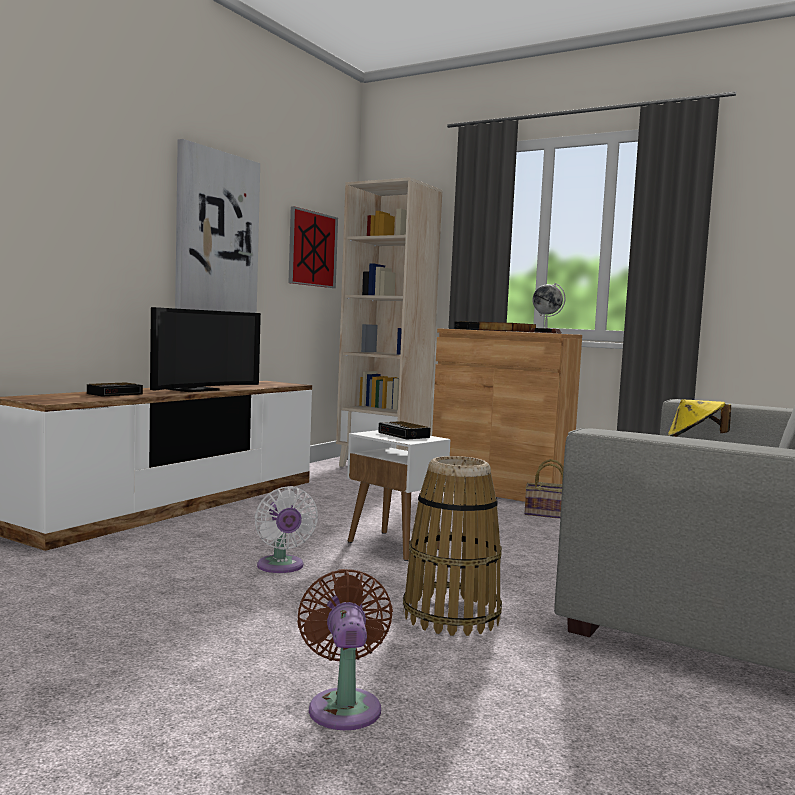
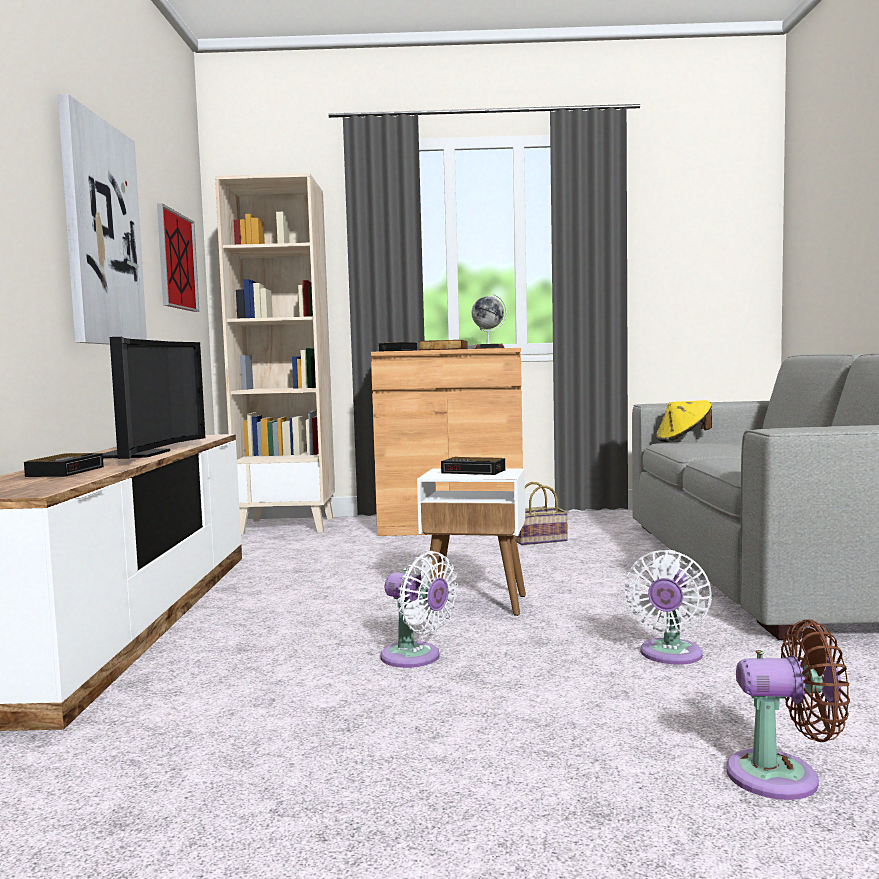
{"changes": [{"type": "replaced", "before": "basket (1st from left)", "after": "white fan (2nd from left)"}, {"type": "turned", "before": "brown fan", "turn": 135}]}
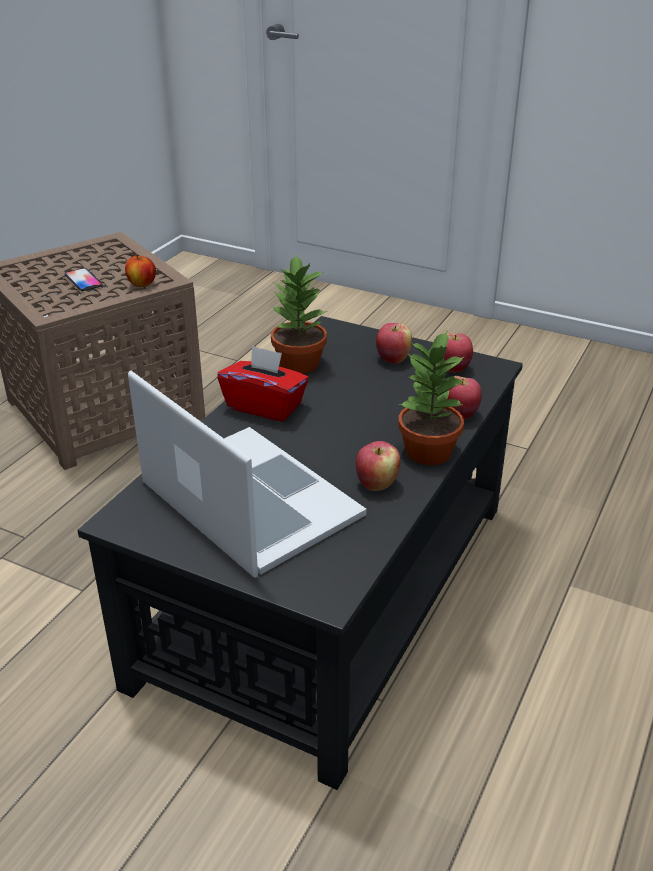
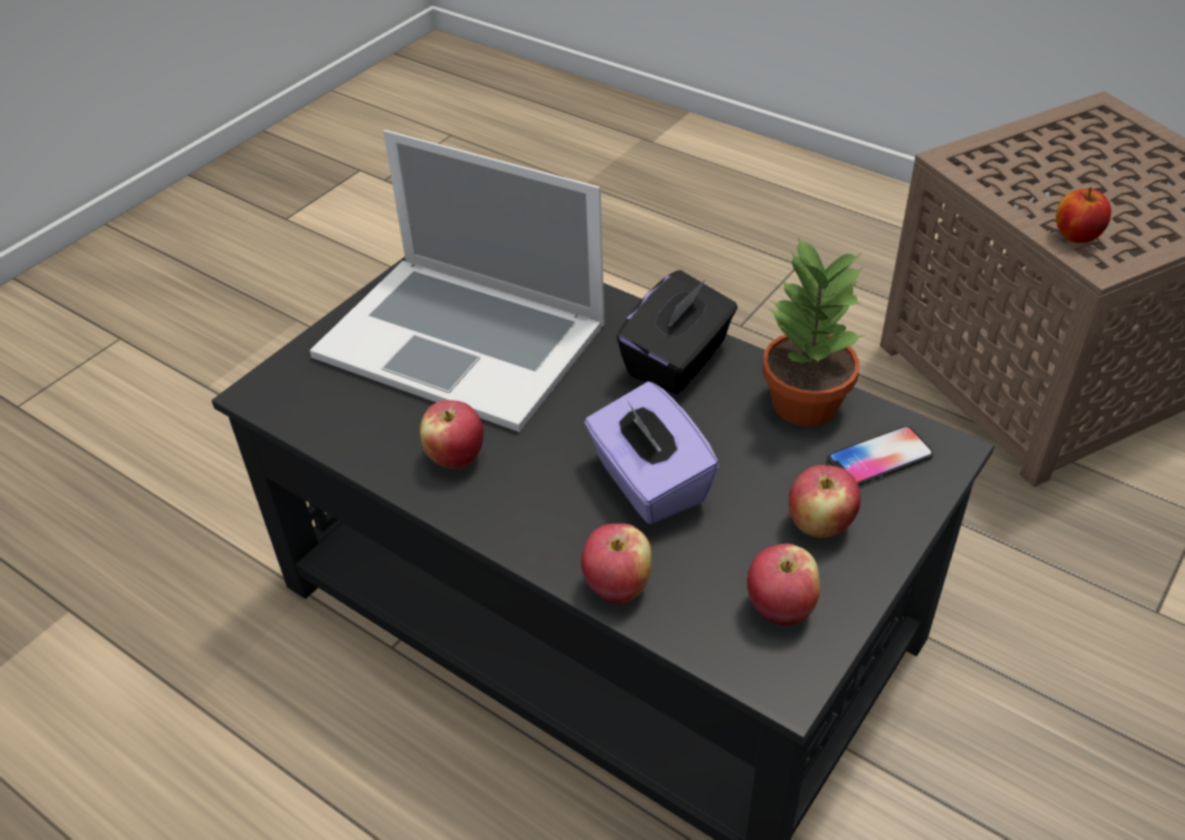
{"changes": [{"type": "turned", "before": "laptop", "turn": 60}, {"type": "added", "after": "purple tissue box"}, {"type": "recoloured", "before": "red tissue box", "after": "black tissue box"}, {"type": "moved", "before": "phone"}, {"type": "removed", "before": "potted plant (2nd from left)"}]}
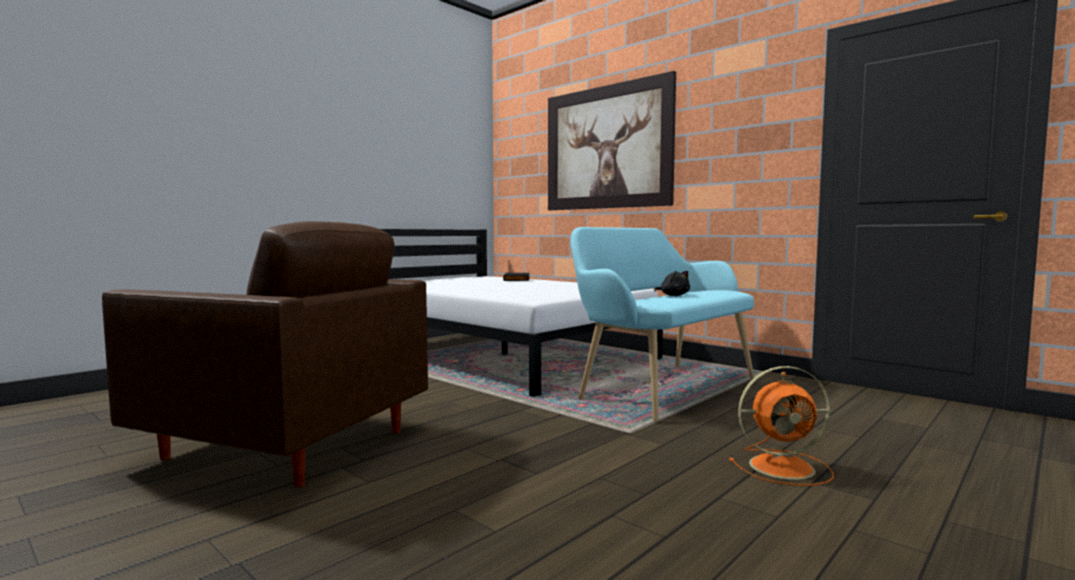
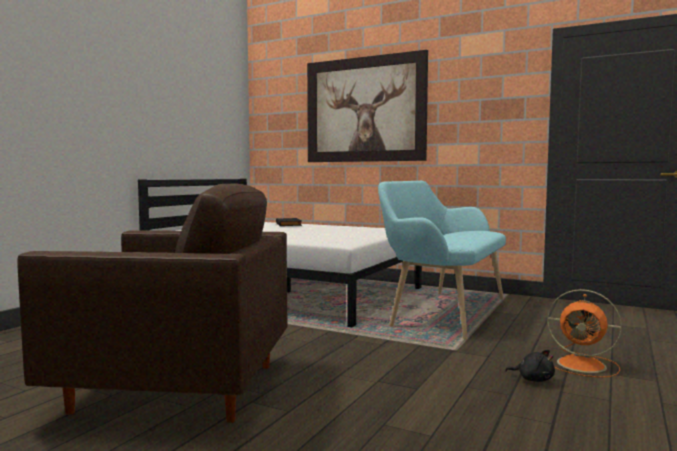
{"changes": [{"type": "moved", "before": "black plush toy"}, {"type": "turned", "before": "orange fan", "turn": 45}]}
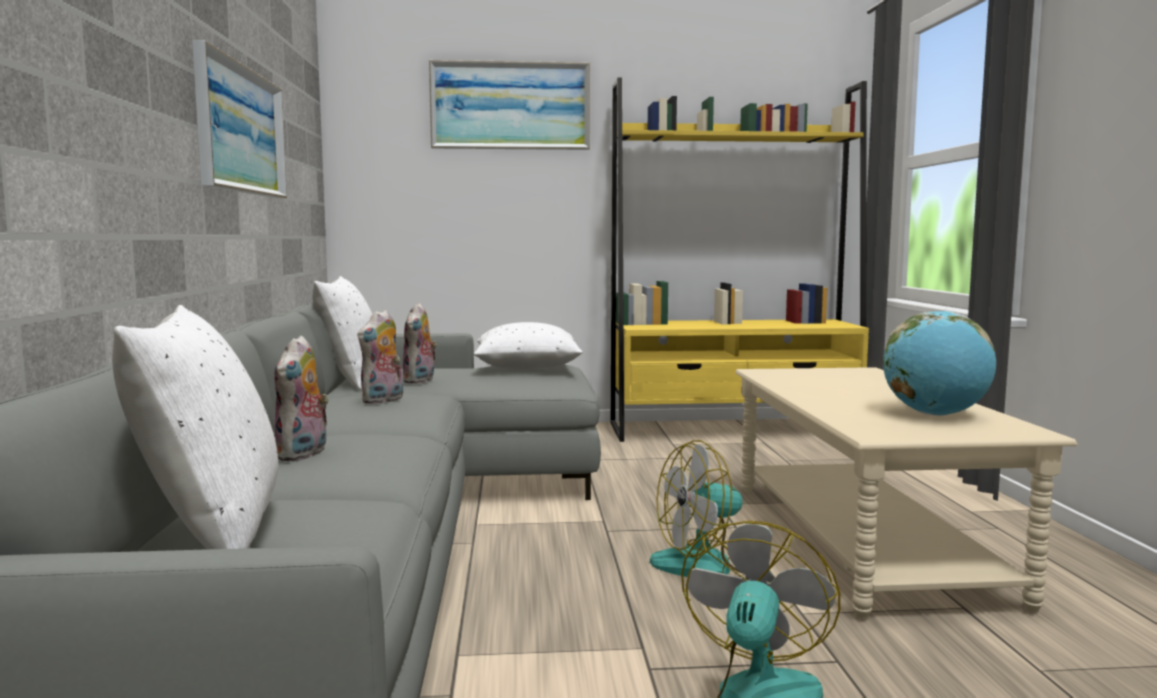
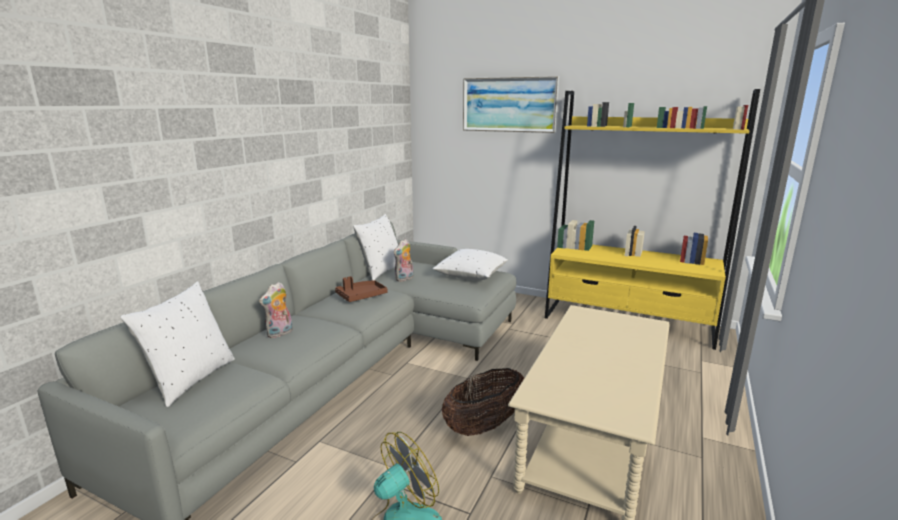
{"changes": [{"type": "replaced", "before": "plush toy (2nd from left)", "after": "brown tray"}, {"type": "replaced", "before": "fan (1st from left)", "after": "basket"}, {"type": "removed", "before": "picture (1st from left)"}, {"type": "removed", "before": "globe"}]}
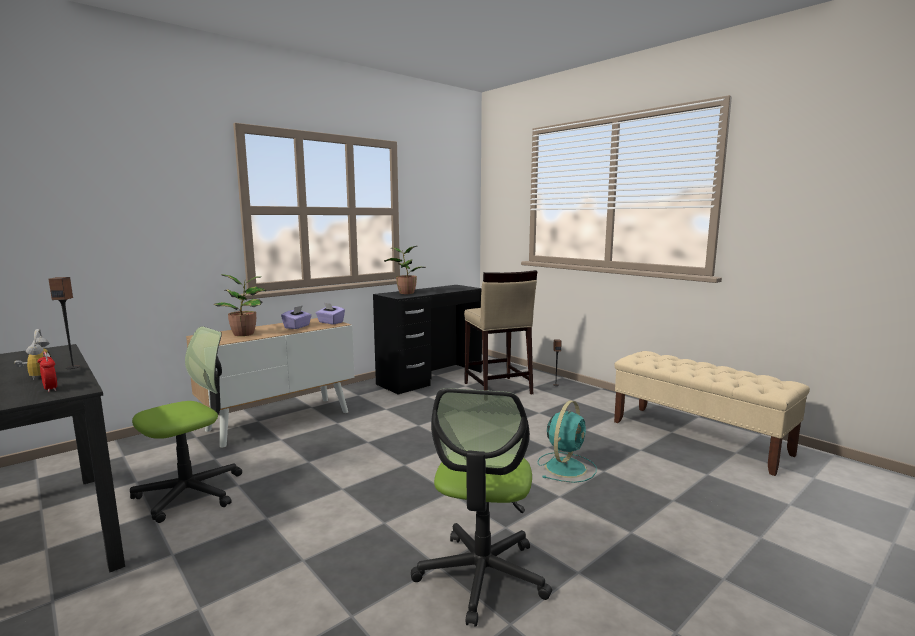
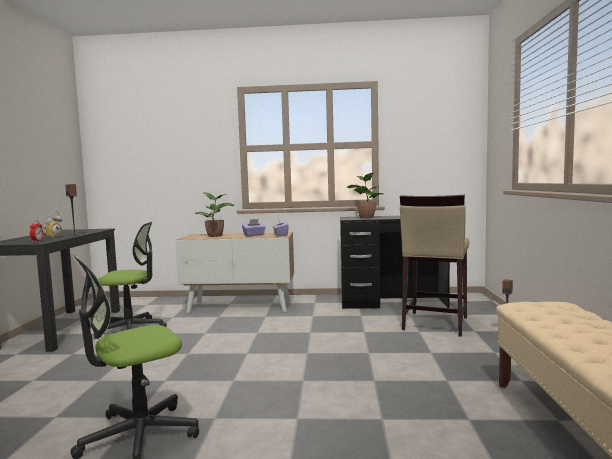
{"changes": [{"type": "removed", "before": "turquoise fan"}]}
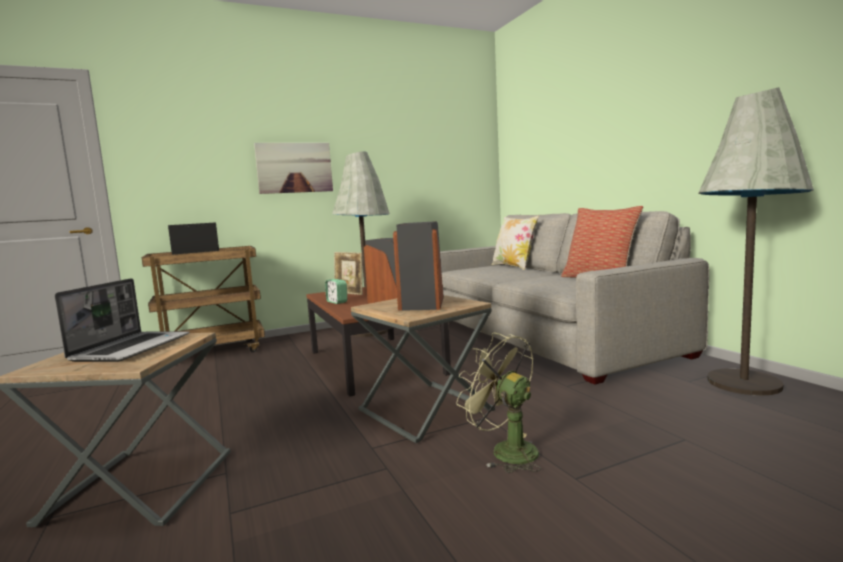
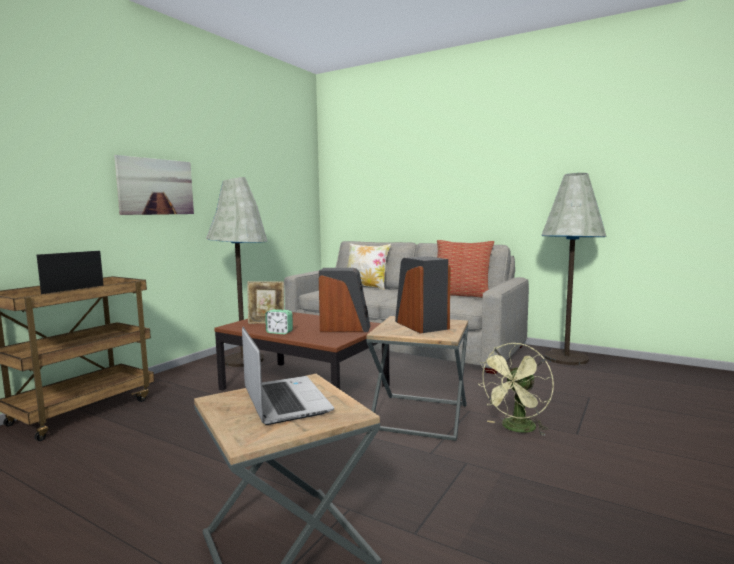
{"changes": [{"type": "turned", "before": "green fan", "turn": -60}]}
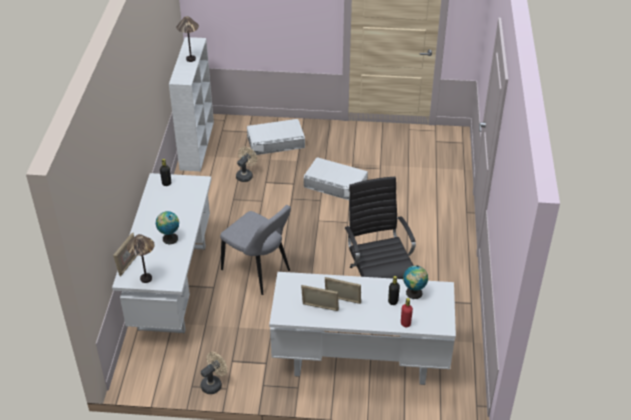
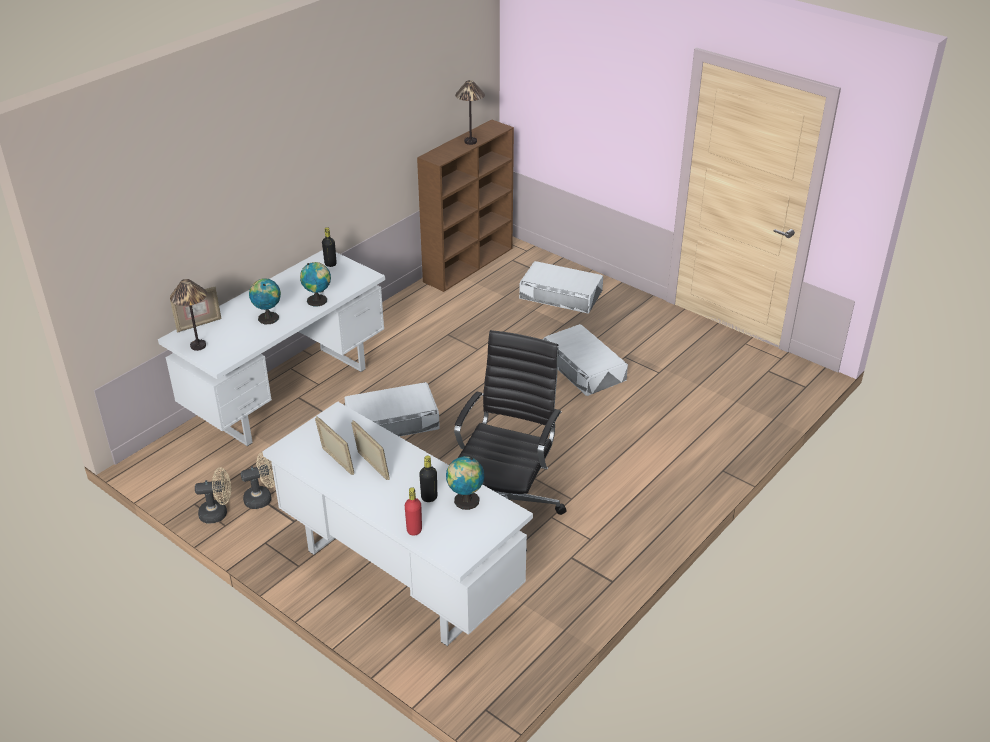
{"changes": [{"type": "moved", "before": "beige fan (2nd from left)"}, {"type": "added", "after": "globe (2nd from left)"}, {"type": "replaced", "before": "grey chair", "after": "white storage box (1st from left)"}, {"type": "recoloured", "before": "white bookcase", "after": "brown bookcase"}]}
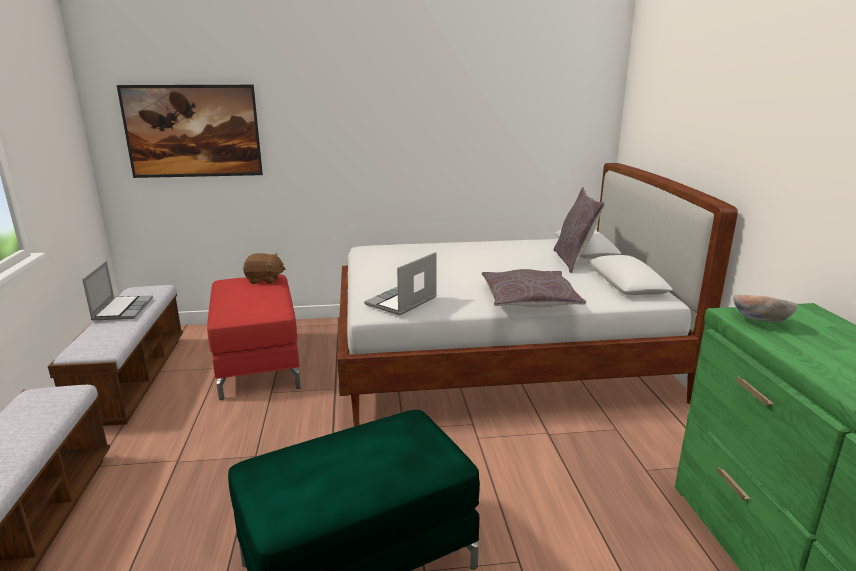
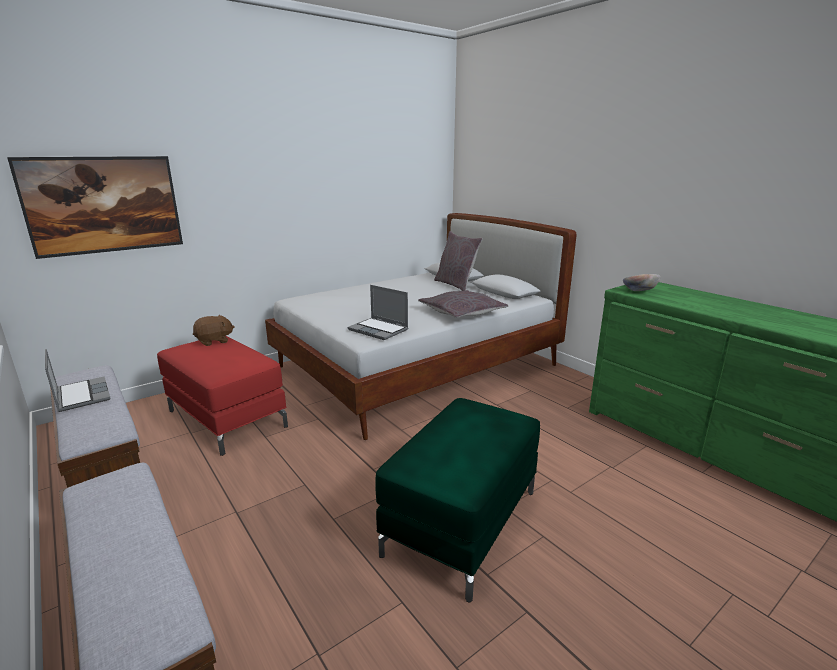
{"changes": [{"type": "turned", "before": "laptop (2nd from left)", "turn": -60}]}
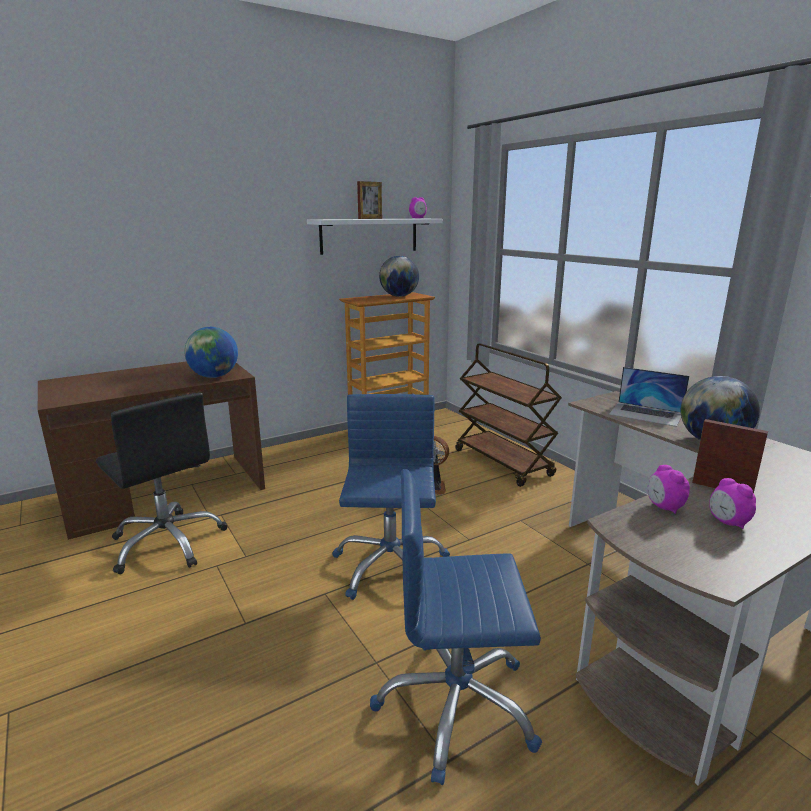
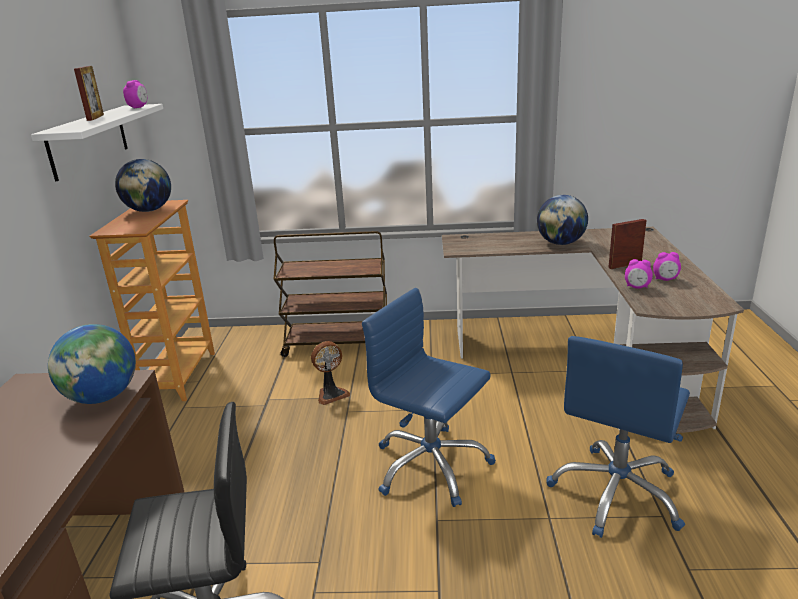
{"changes": [{"type": "removed", "before": "laptop"}]}
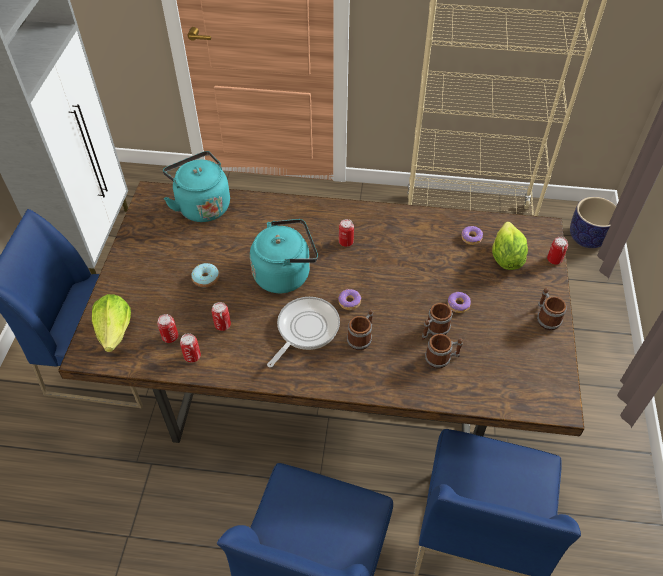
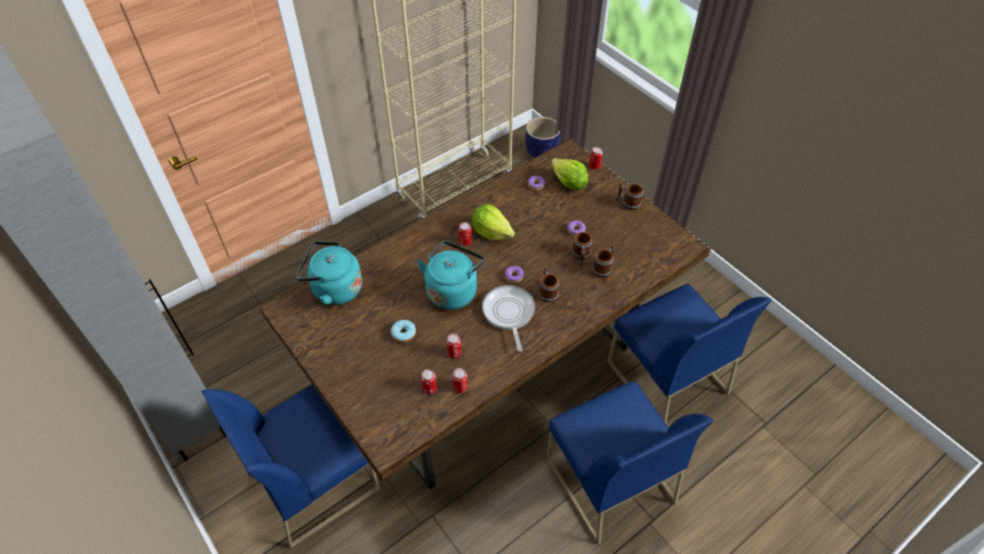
{"changes": [{"type": "moved", "before": "lettuce (1st from left)"}]}
